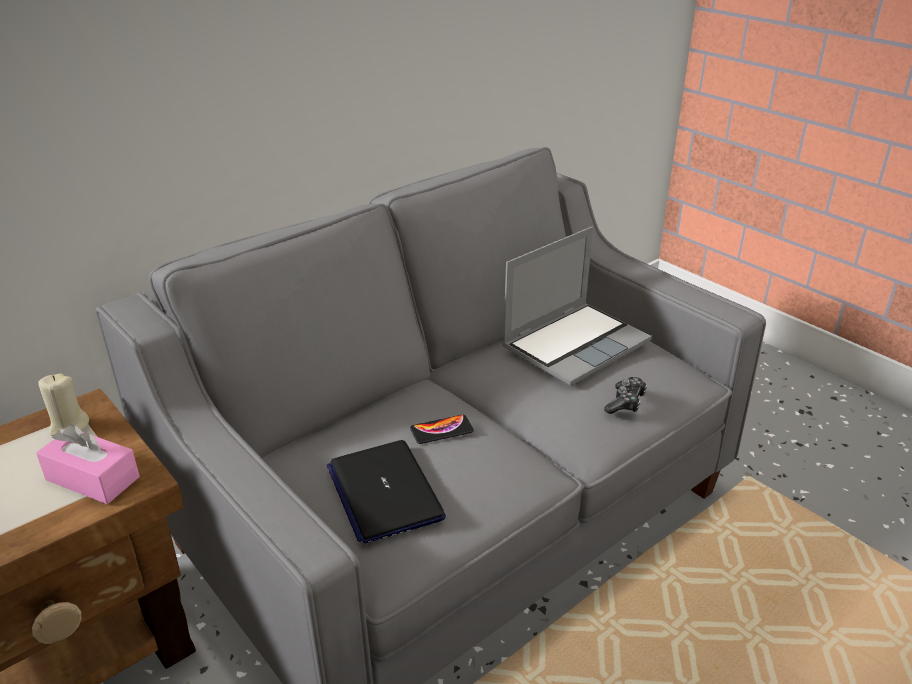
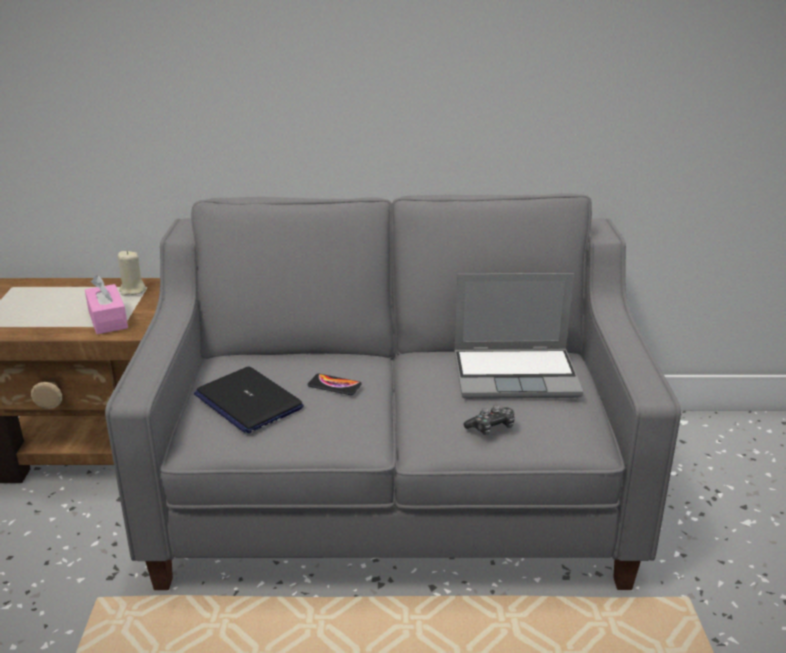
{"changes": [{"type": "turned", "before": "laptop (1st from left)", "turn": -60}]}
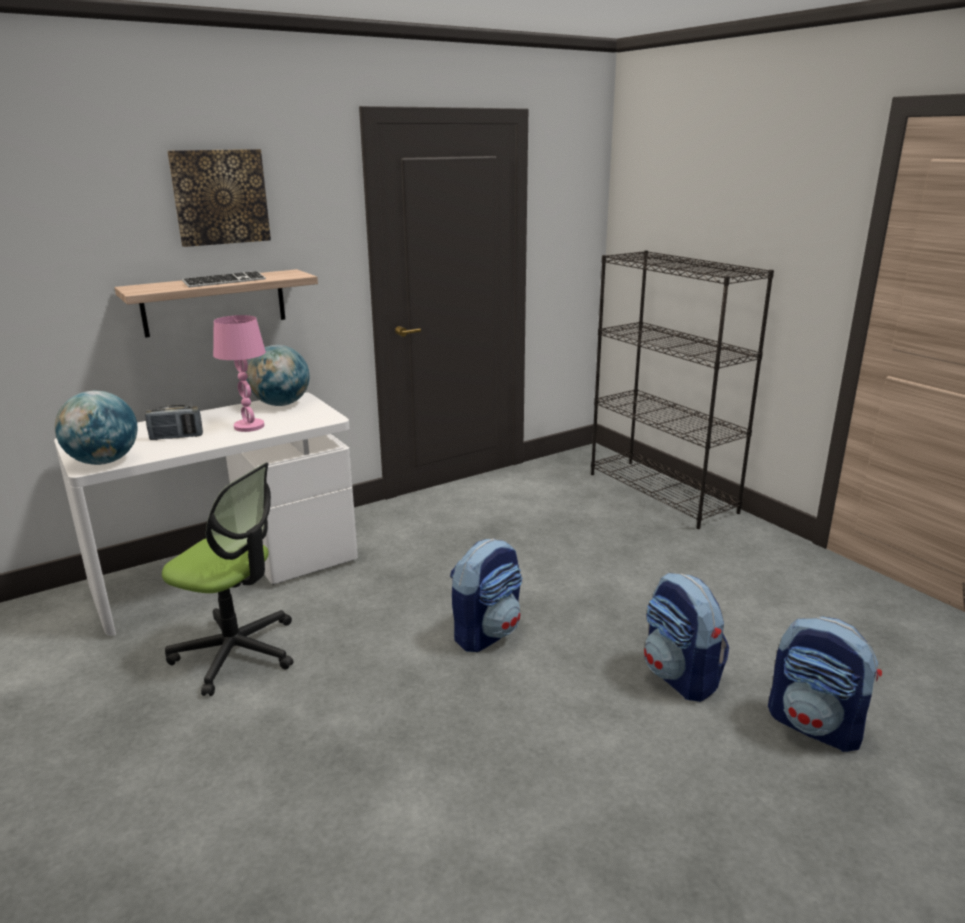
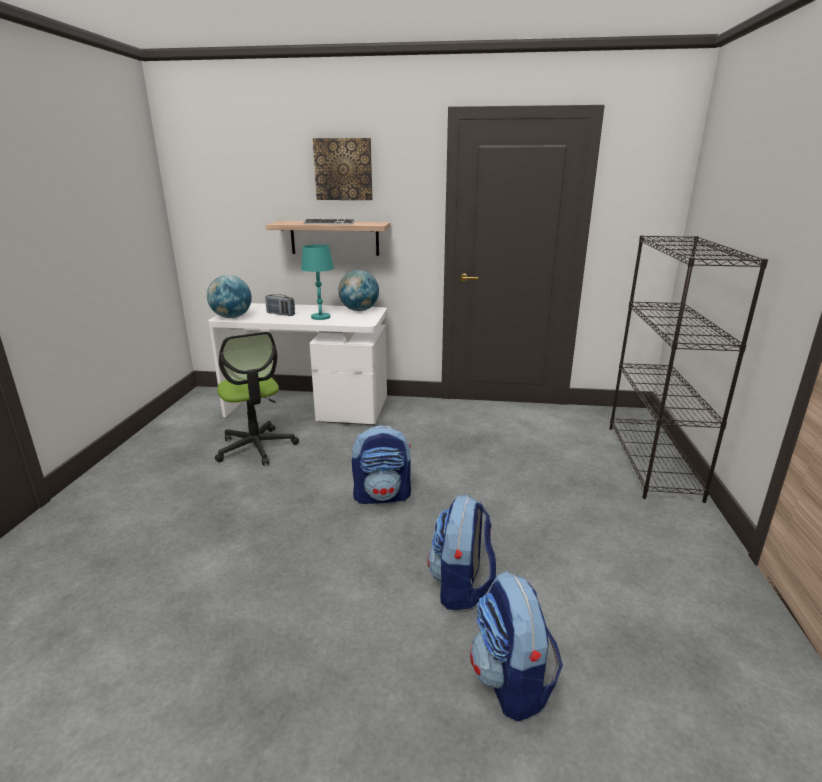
{"changes": [{"type": "recoloured", "before": "pink table lamp", "after": "turquoise table lamp"}]}
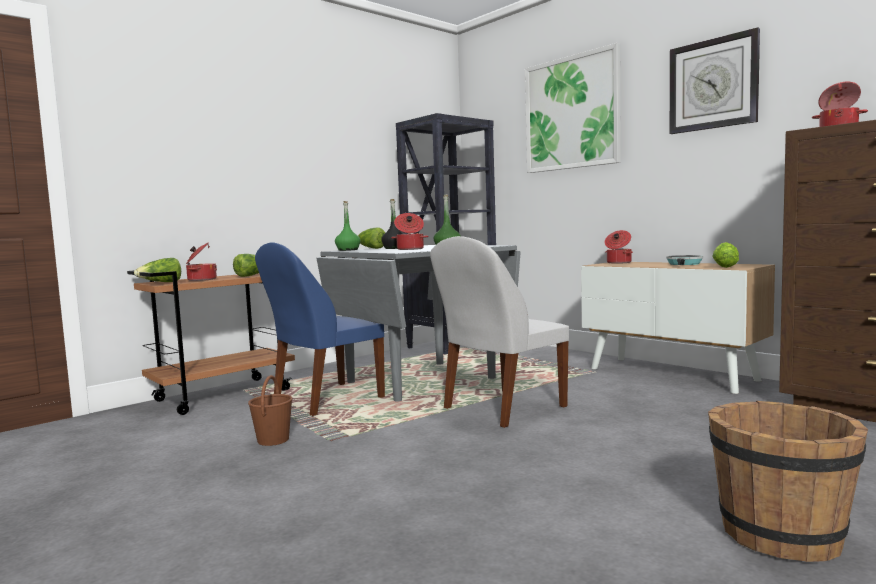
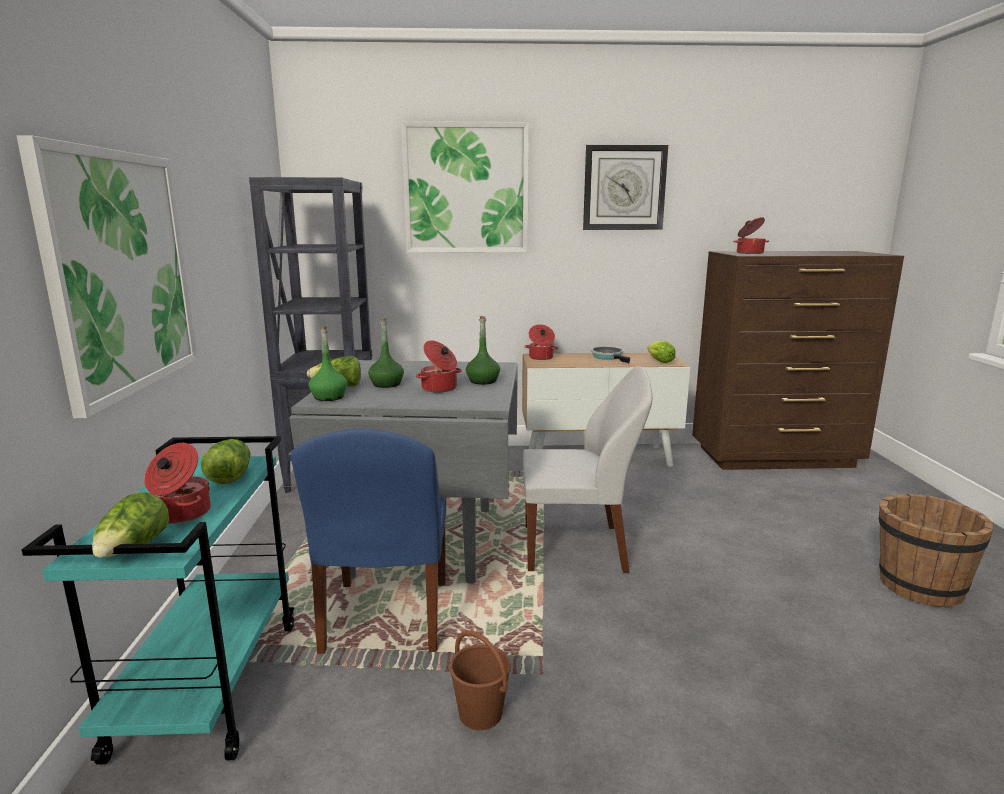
{"changes": [{"type": "added", "after": "picture (1st from left)"}, {"type": "recoloured", "before": "brown cart", "after": "turquoise cart"}, {"type": "recoloured", "before": "black bottle", "after": "green bottle (2nd from left)"}, {"type": "turned", "before": "white chair", "turn": -90}]}
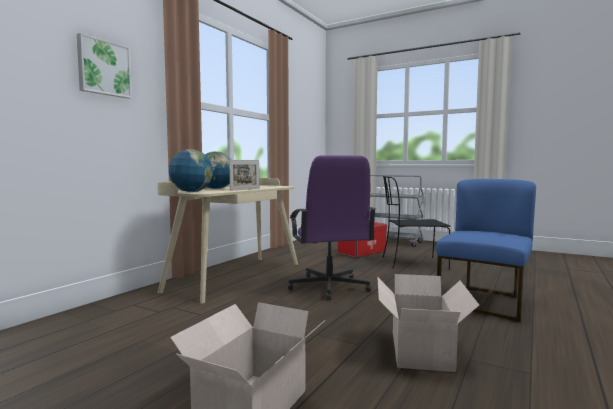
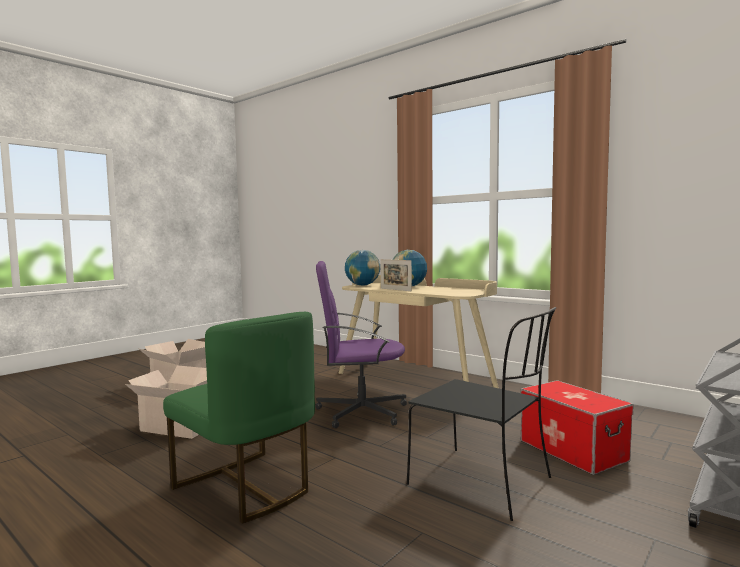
{"changes": [{"type": "recoloured", "before": "blue chair", "after": "green chair"}, {"type": "turned", "before": "black chair", "turn": 120}, {"type": "removed", "before": "picture"}]}
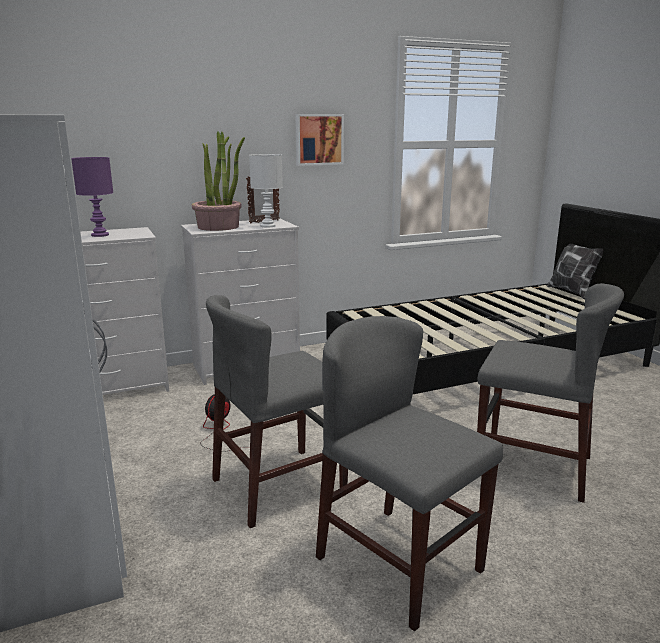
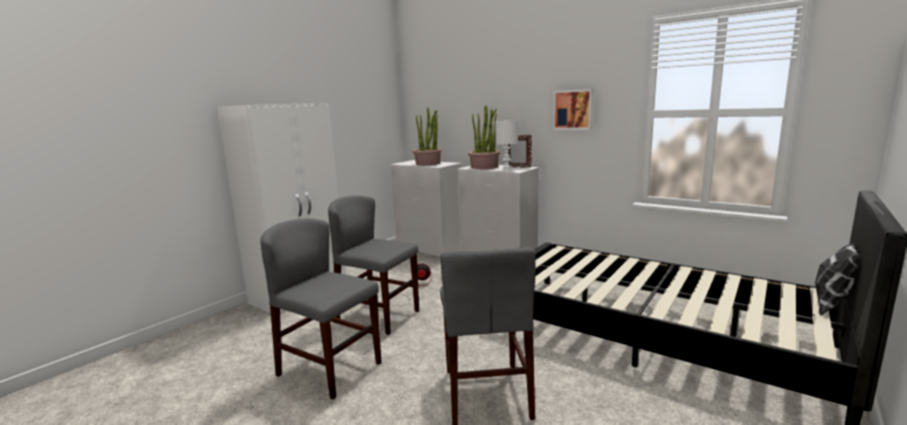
{"changes": [{"type": "turned", "before": "grey chair (2nd from left in the first image)", "turn": -75}, {"type": "replaced", "before": "purple table lamp", "after": "potted plant (1st from left)"}]}
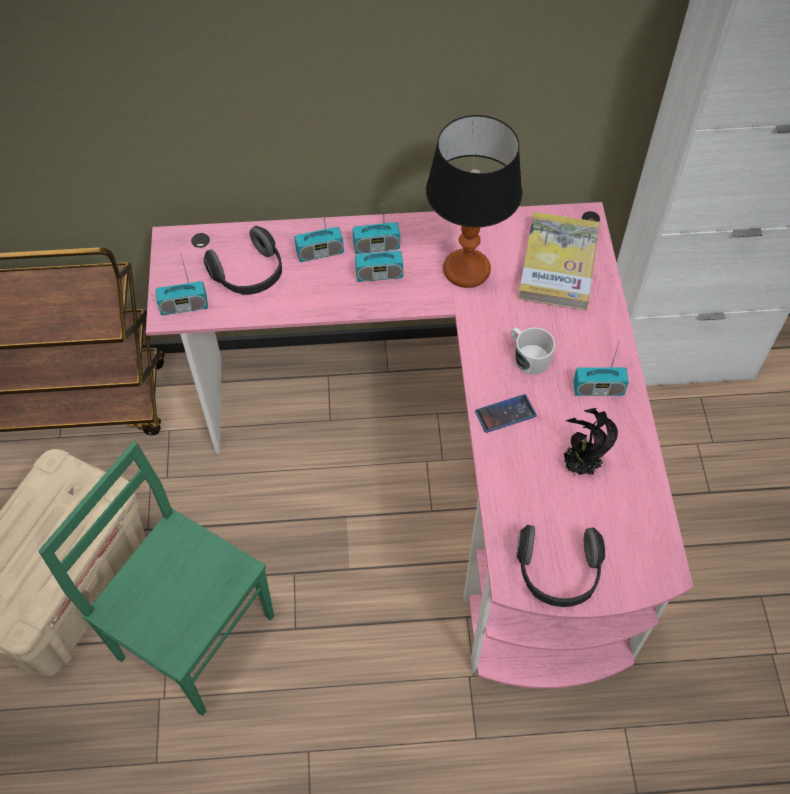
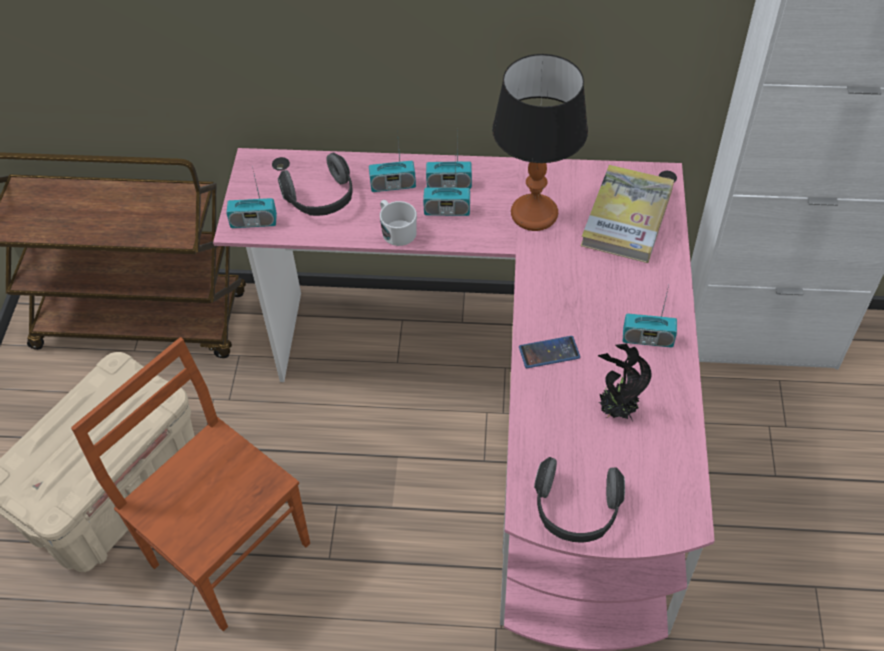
{"changes": [{"type": "recoloured", "before": "green chair", "after": "brown chair"}, {"type": "moved", "before": "white mug"}]}
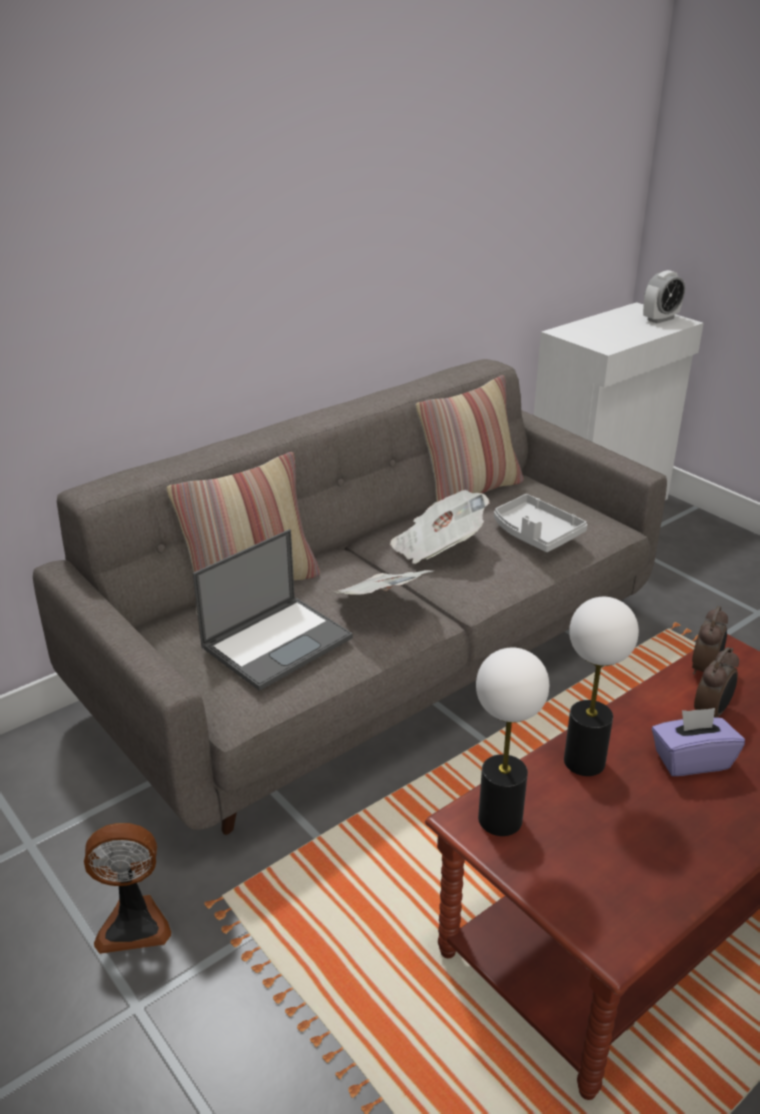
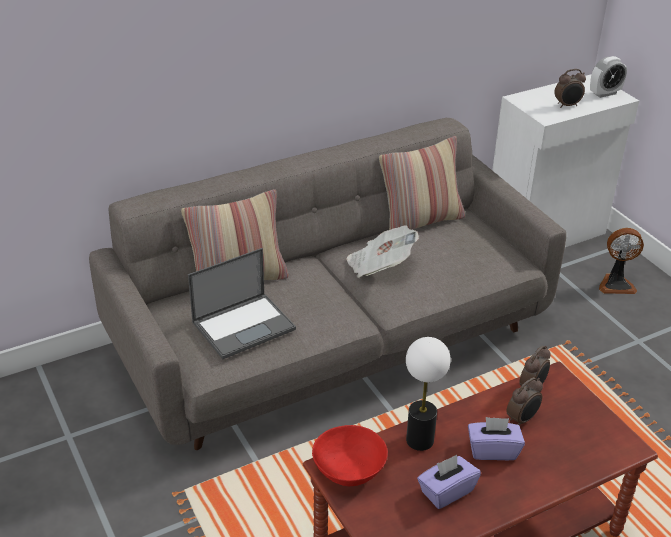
{"changes": [{"type": "replaced", "before": "table lamp (1st from left)", "after": "red bowl"}, {"type": "added", "after": "purple tissue box (1st from left)"}, {"type": "added", "after": "alarm clock (3rd from left)"}, {"type": "moved", "before": "fan"}, {"type": "removed", "before": "newspaper (1st from left)"}, {"type": "removed", "before": "grey tray"}]}
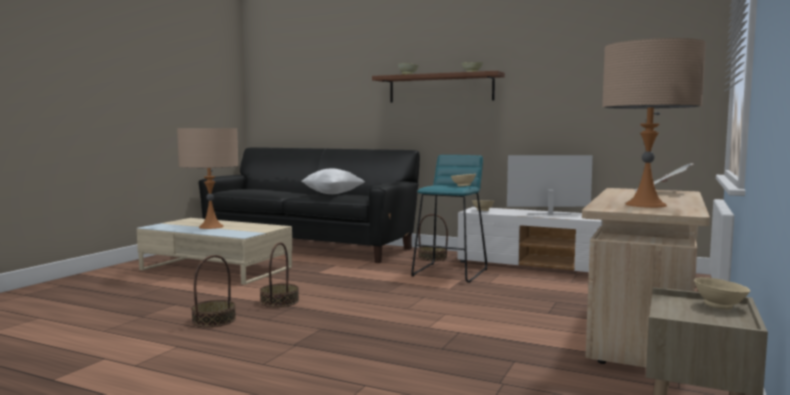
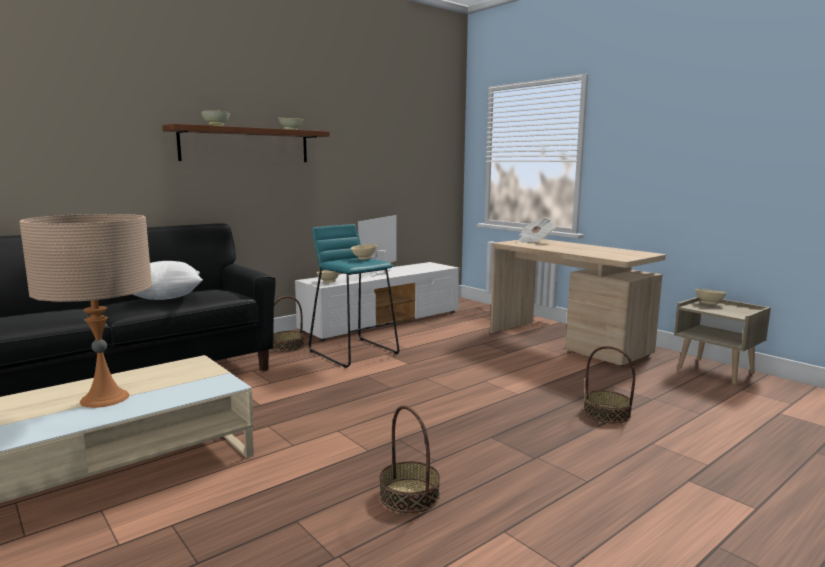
{"changes": [{"type": "moved", "before": "basket (2nd from left in the first image)", "after": "basket (3rd from left)"}, {"type": "removed", "before": "beige table lamp (2nd from left)"}]}
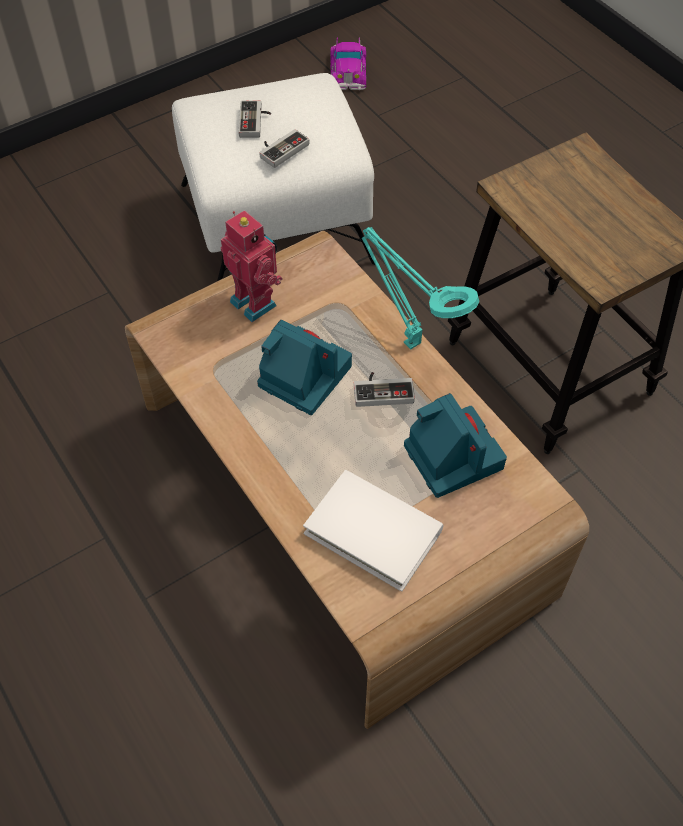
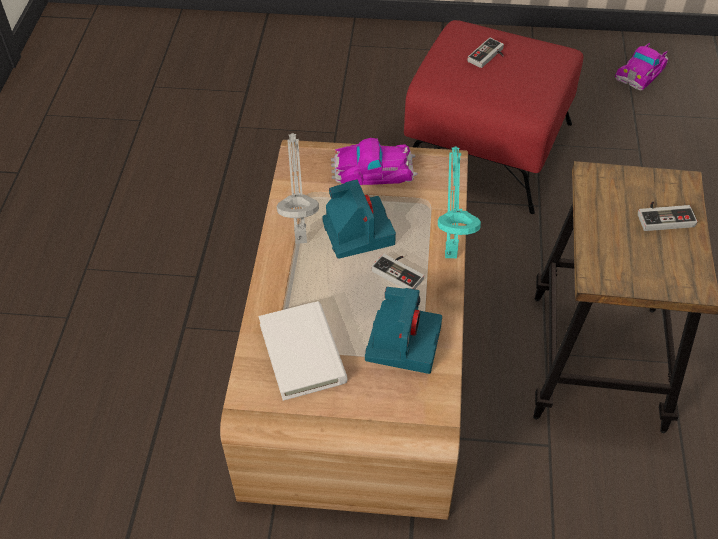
{"changes": [{"type": "added", "after": "grey table lamp"}, {"type": "replaced", "before": "toy robot", "after": "toy car (1st from left)"}, {"type": "recoloured", "before": "white ottoman", "after": "red ottoman"}, {"type": "moved", "before": "game controller (2nd from left in the first image)", "after": "game controller (3rd from left)"}]}
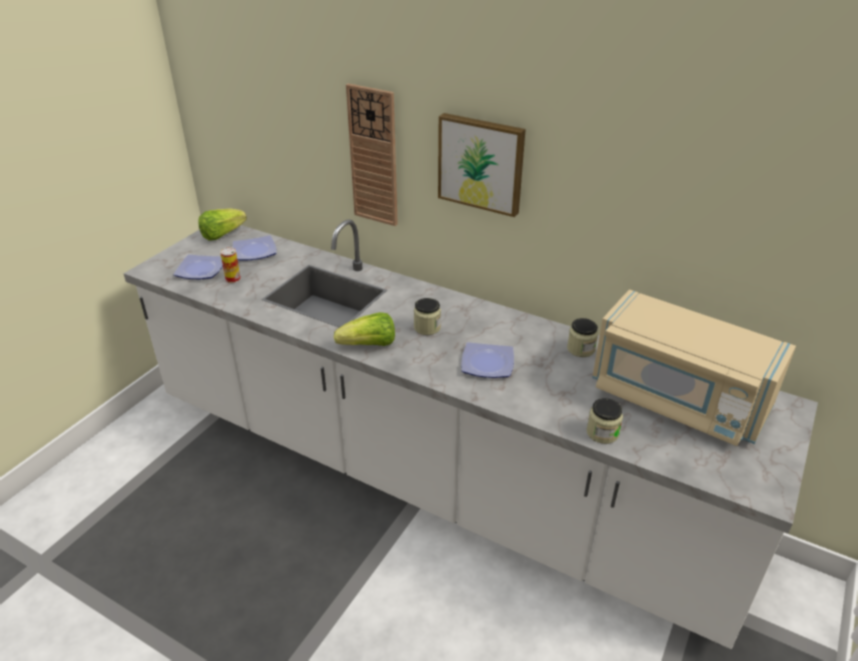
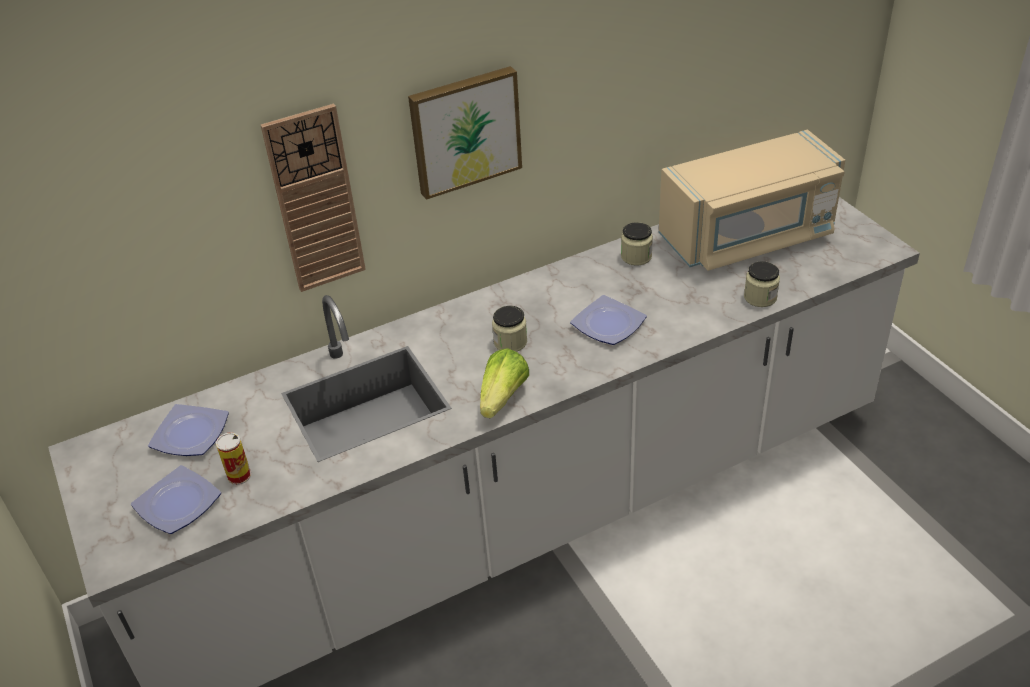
{"changes": [{"type": "removed", "before": "lettuce (1st from left)"}]}
